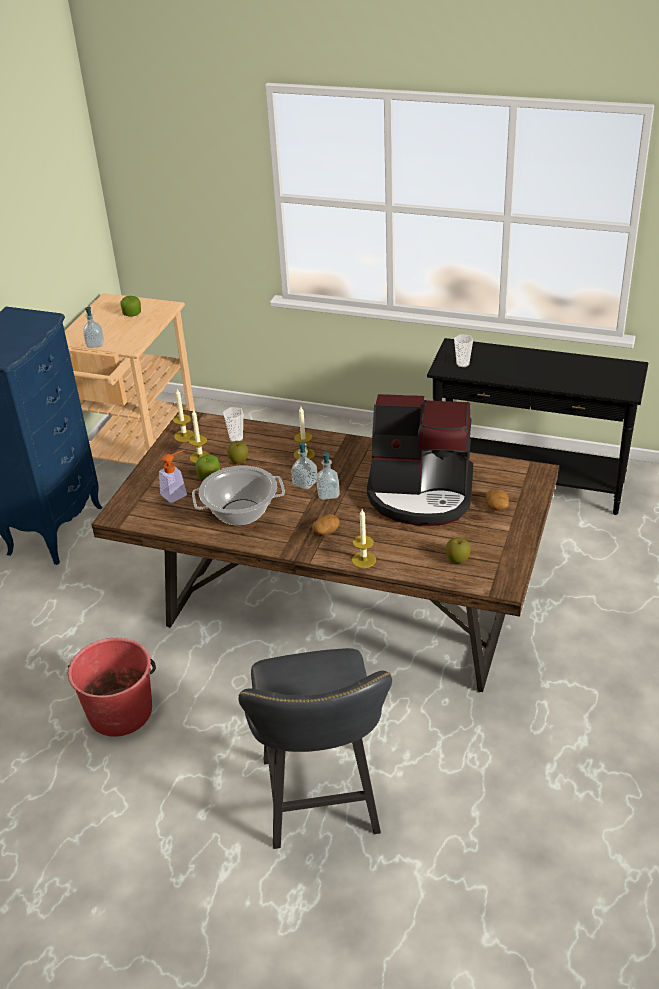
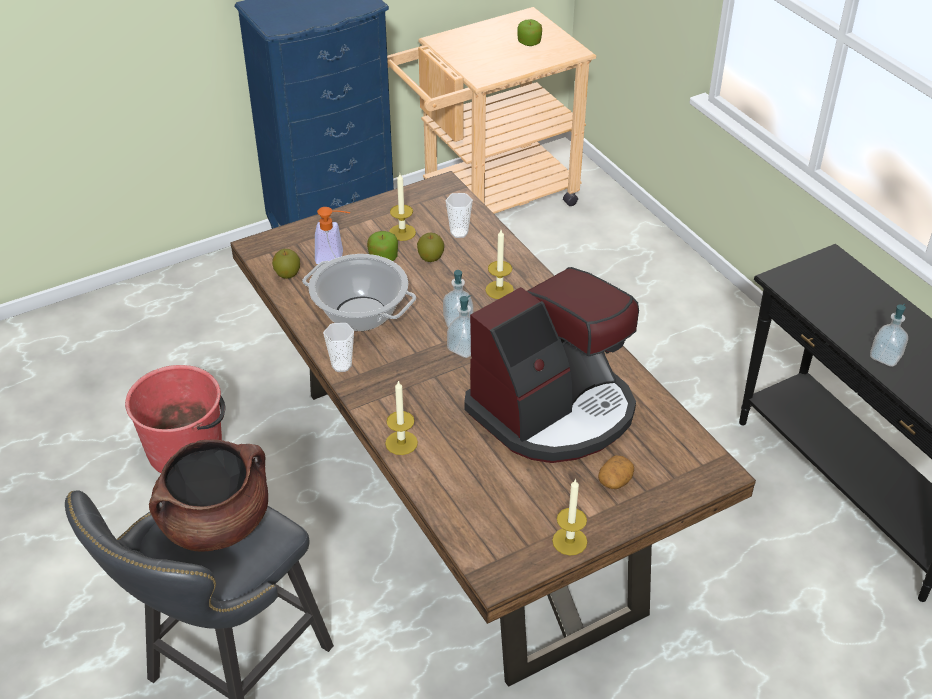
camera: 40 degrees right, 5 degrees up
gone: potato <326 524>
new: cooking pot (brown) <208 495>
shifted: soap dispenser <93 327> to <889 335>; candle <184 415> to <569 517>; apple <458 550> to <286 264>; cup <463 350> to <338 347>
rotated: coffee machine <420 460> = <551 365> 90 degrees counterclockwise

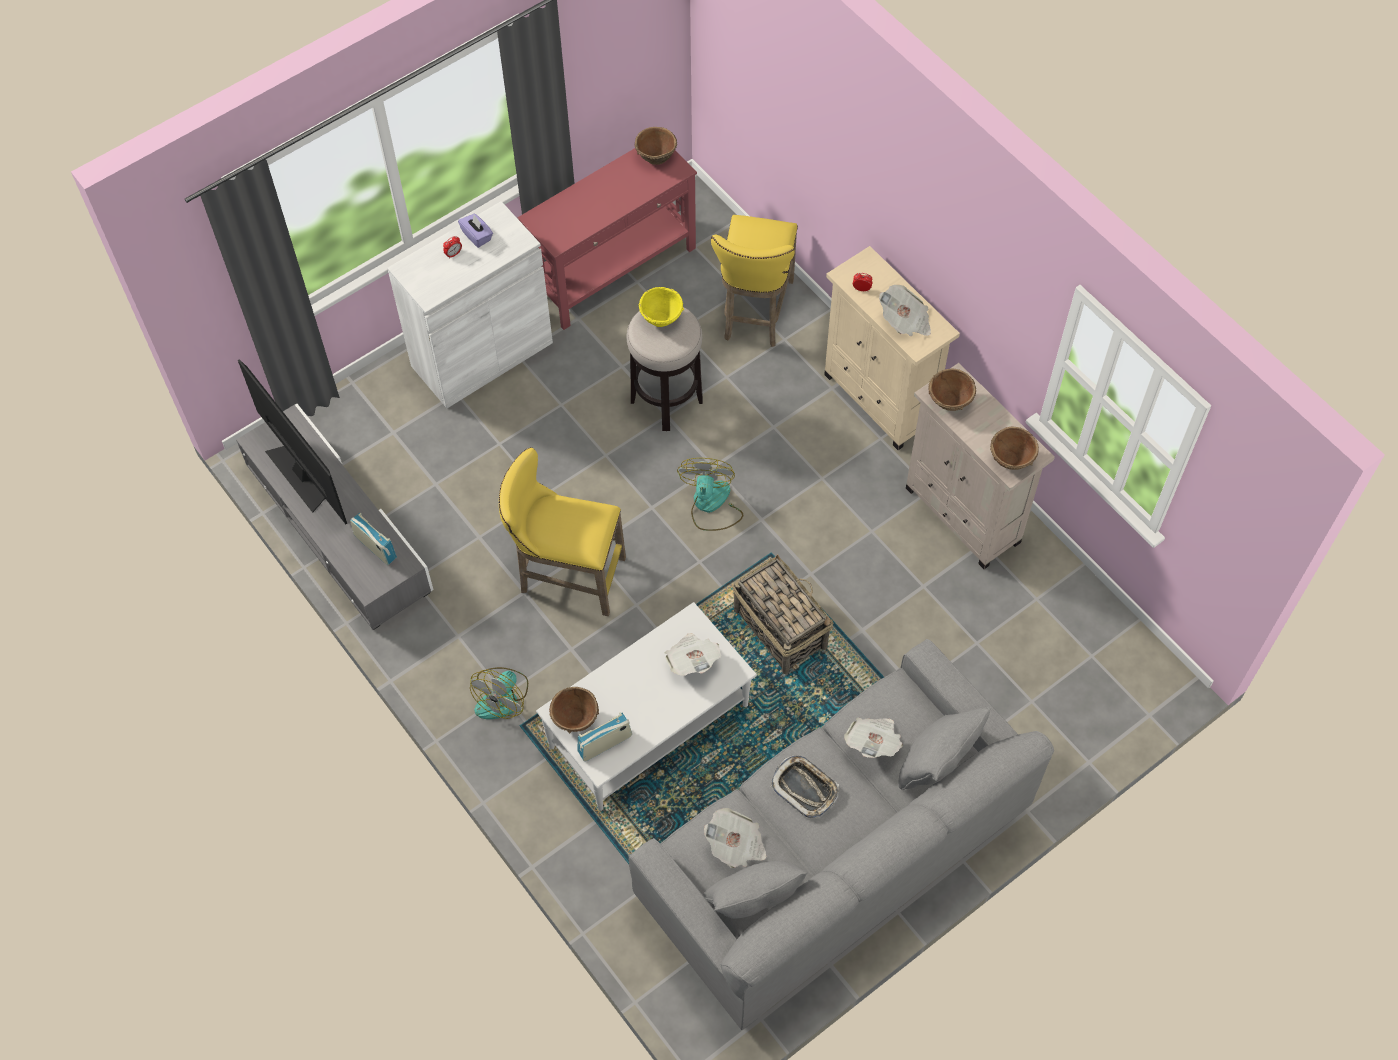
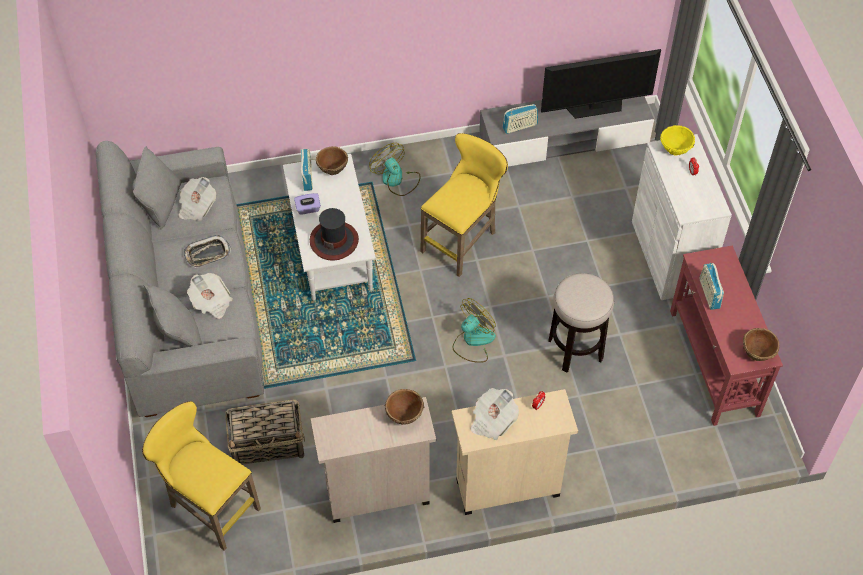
camera: 115 degrees right, 5 degrees down
gone: bowl (brown) <1014 448>
new: radio <712 286>
shifted: tissue box (purple) <475 231> to <307 204>; bowl (yellow) <661 307> to <677 140>; stool (yellow) <754 281> to <201 476>; basket <782 614> to <265 432>
swapped: newspaper <692 654> to hat <334 234>
rotated: fan <710 494> = <474 330> 75 degrees counterclockwise

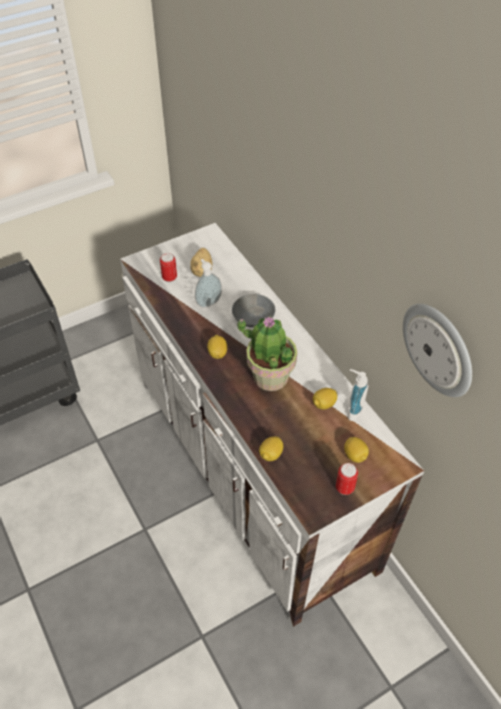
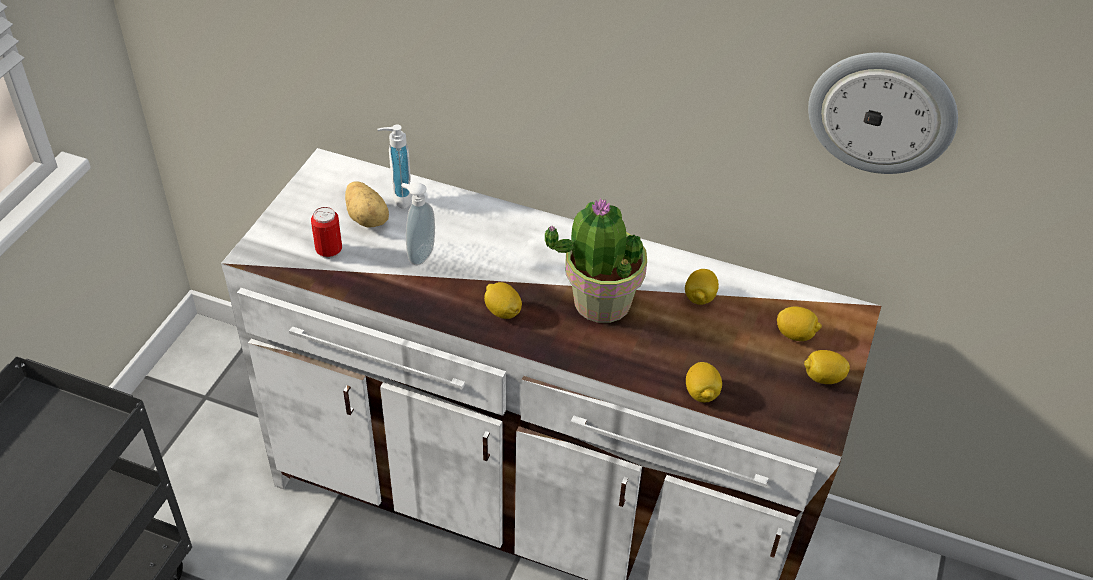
camera: 40 degrees left, 5 degrees down
gone: bowl (grey) <253 311>
shifted: soap dispenser <358 395> to <394 166>
swapped: can <347 479> to lemon <827 367>

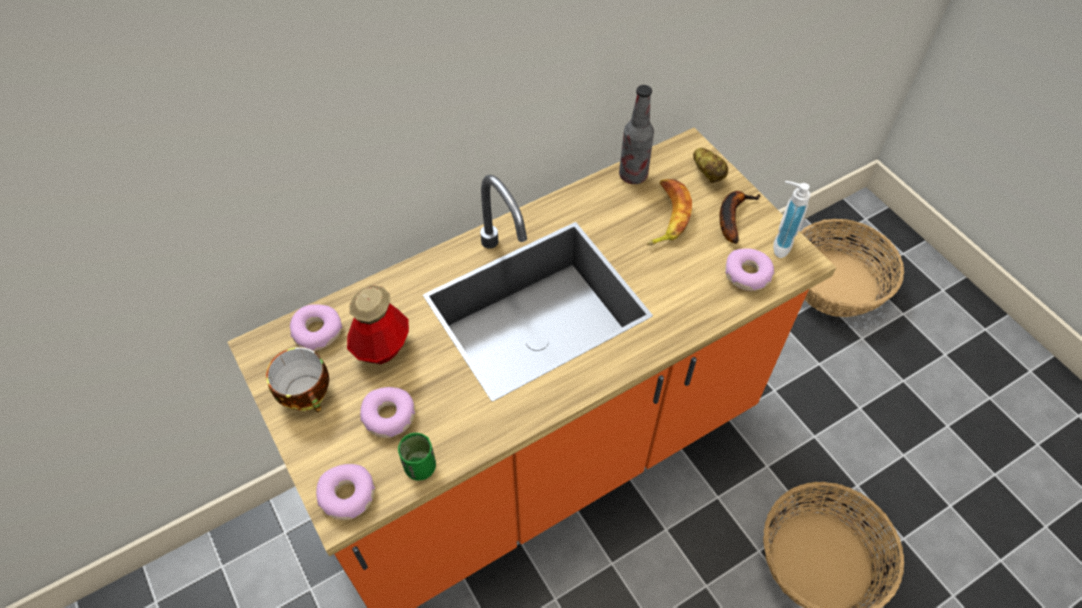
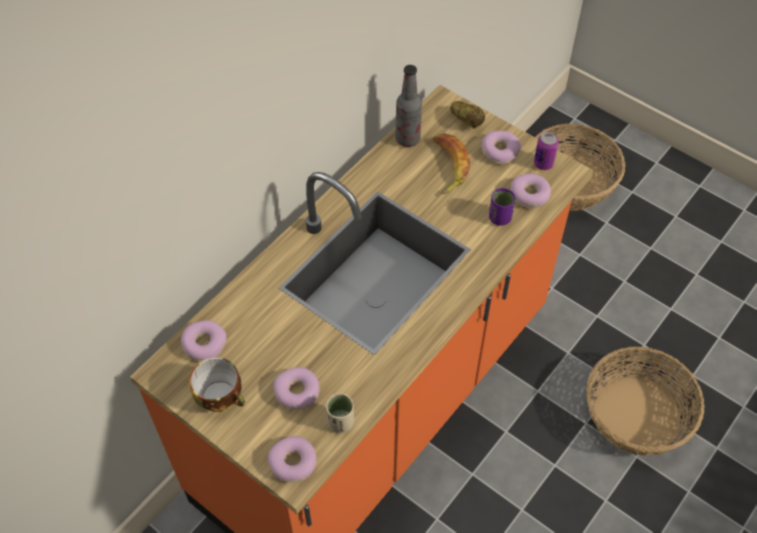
camera: 20 degrees left, 0 degrees up
gone: bottle <378 324>
new: cup (purple) <502 207>
swapped: banana <740 217> to donut <501 147>; soap dispenser <791 219> to can <546 151>
repainted: cup (green) <417 457> to cup (beige) <340 413>

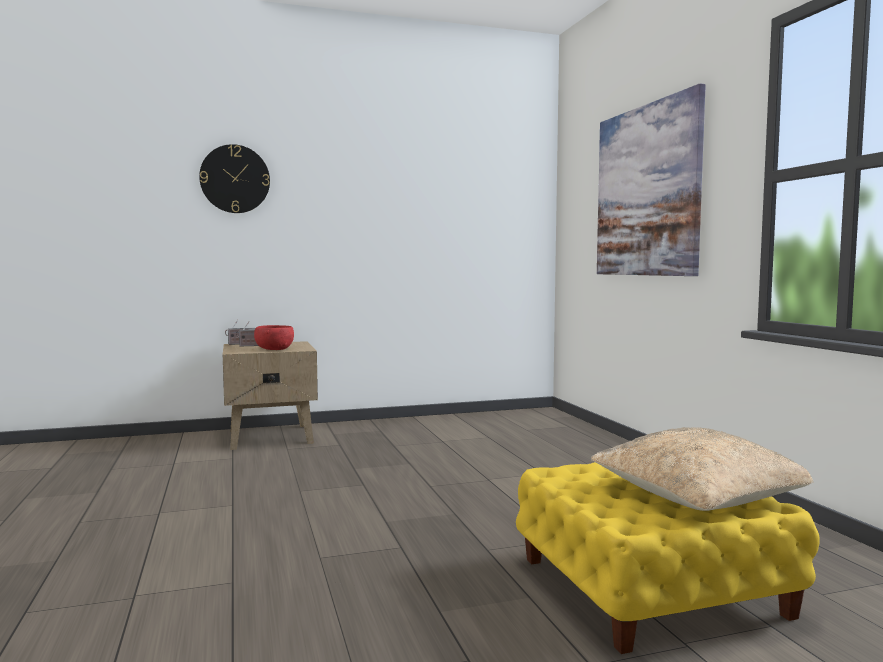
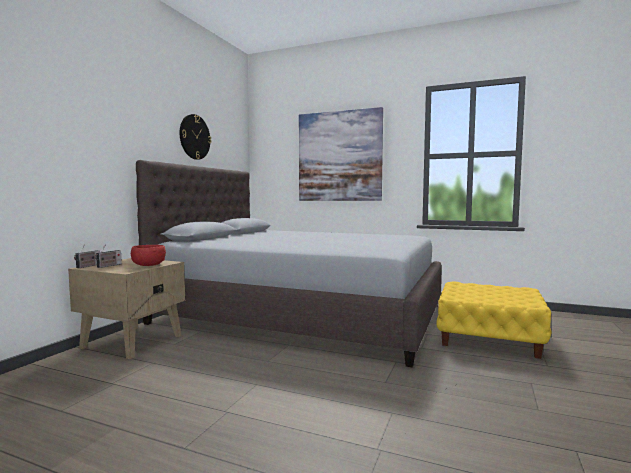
camera: 50 degrees left, 0 degrees up
gone: pillow (beige) <702 469>
new: bed (grey) <289 263>
shifted: wall clock <234 178> to <195 137>

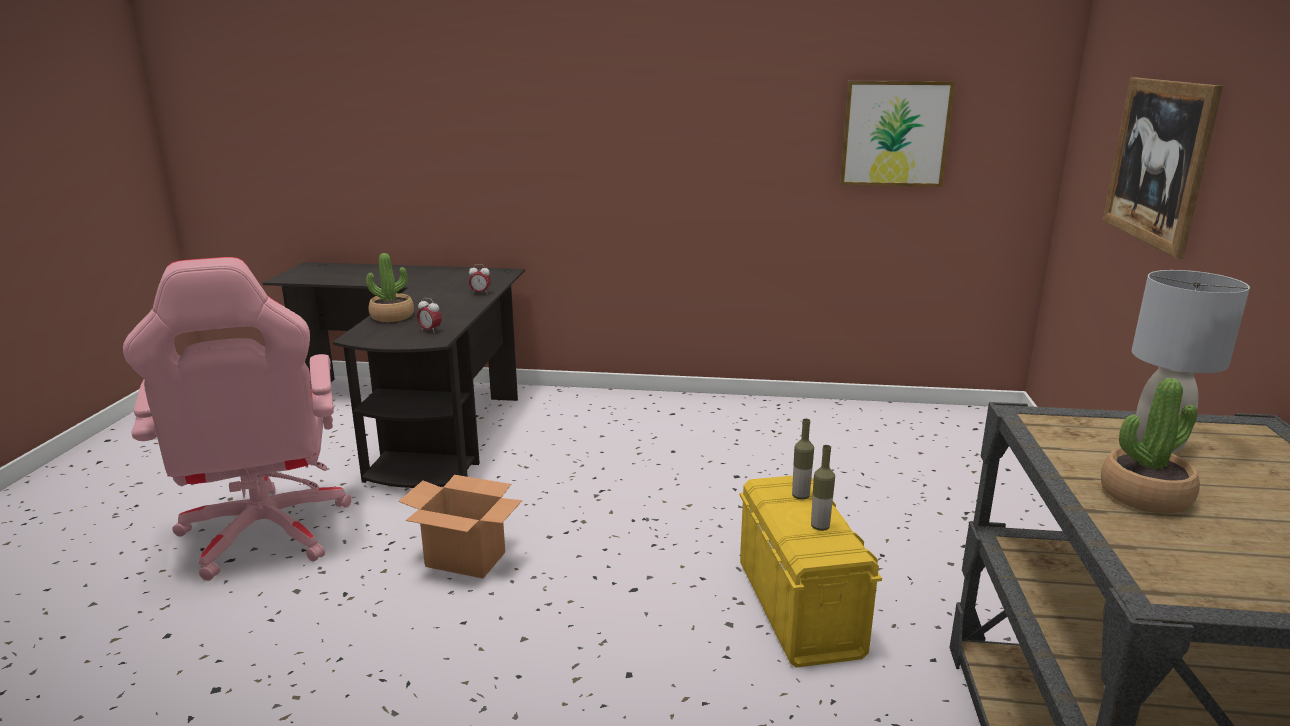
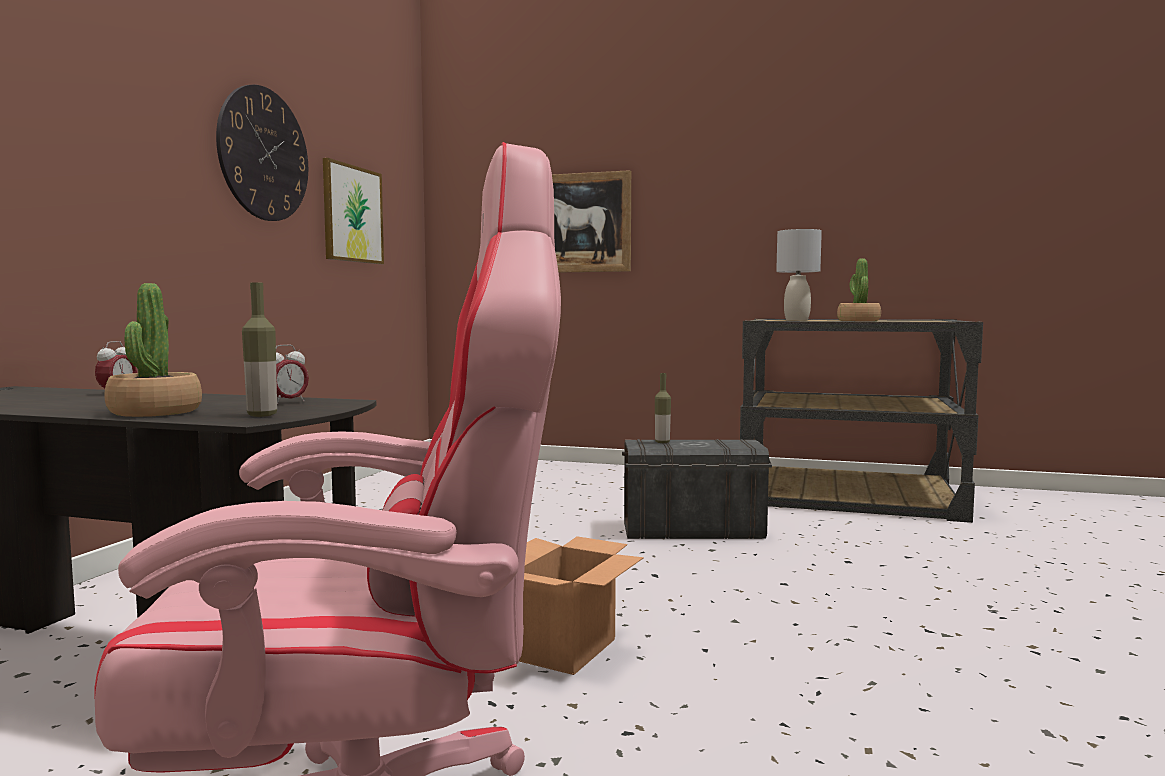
camera: 80 degrees left, 15 degrees down
new: wall clock <262 152>
shifted: bottle <823 488> to <259 349>
repainted: storage box (yellow) <810 572> to storage box (grey) <697 489>

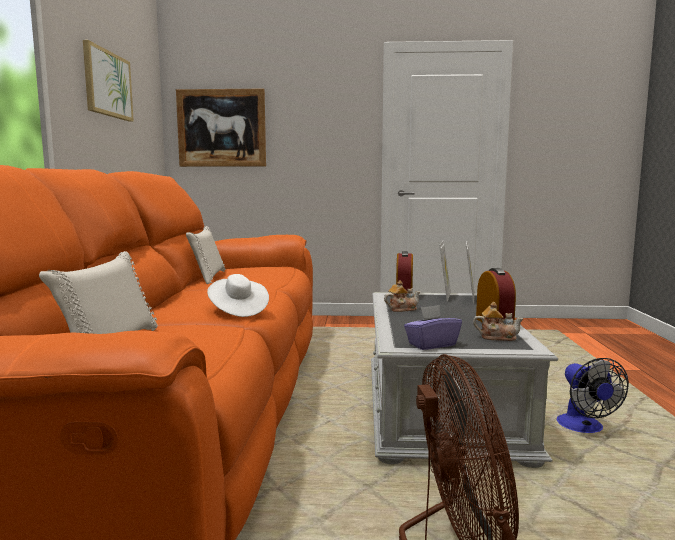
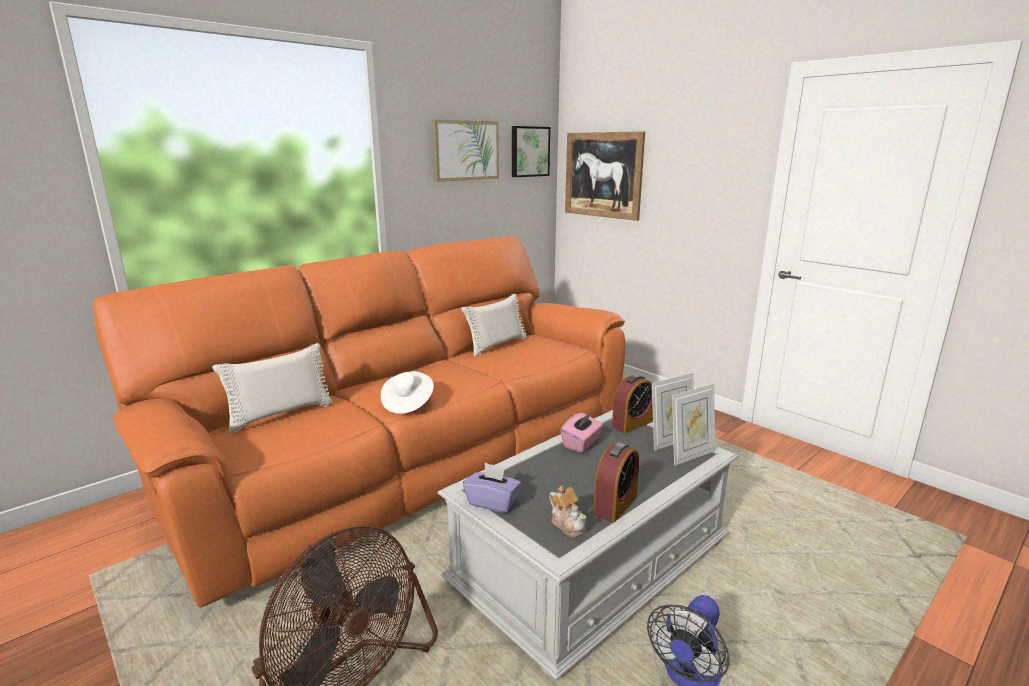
camera: 45 degrees right, 10 degrees up
new: picture <531 151>
swapped: teapot <402 296> to tissue box (pink) <581 432>

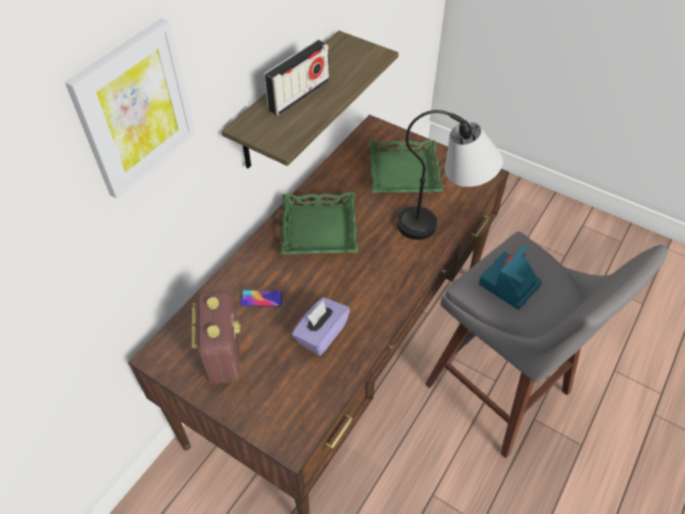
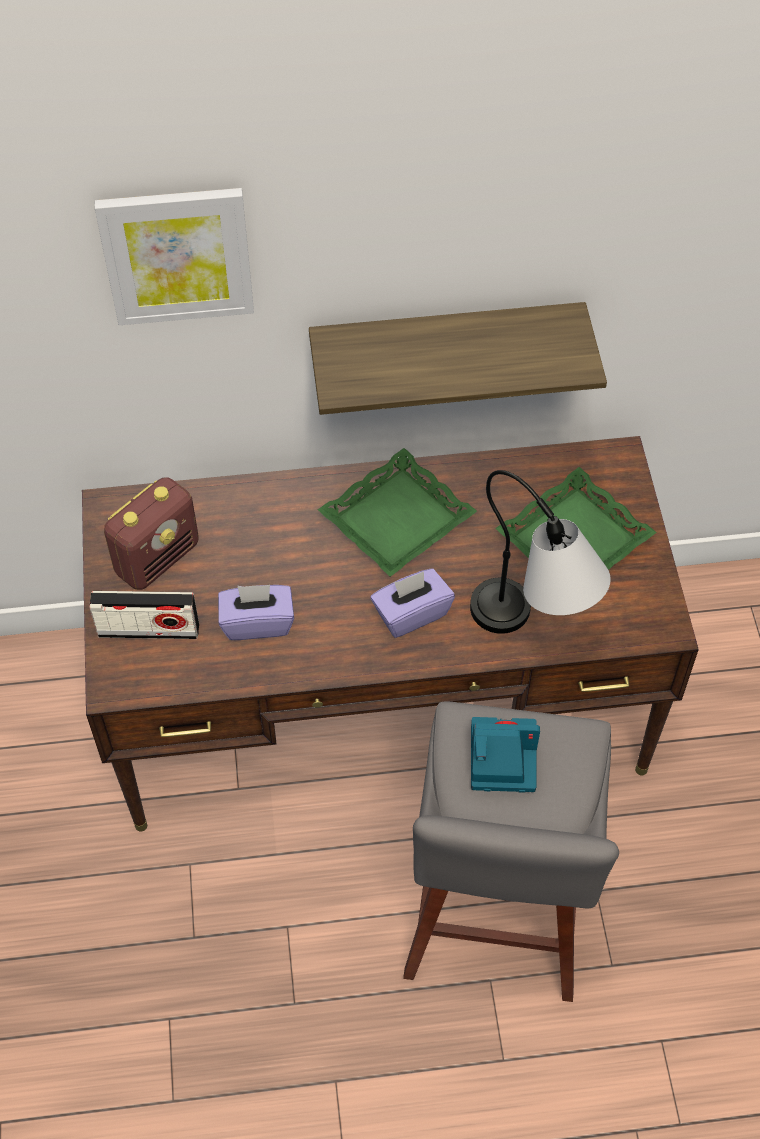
camera: 50 degrees right, 5 degrees up
gone: phone <261 298>
new: tissue box (purple) <412 603>
shifted: radio <296 78> to <144 615>

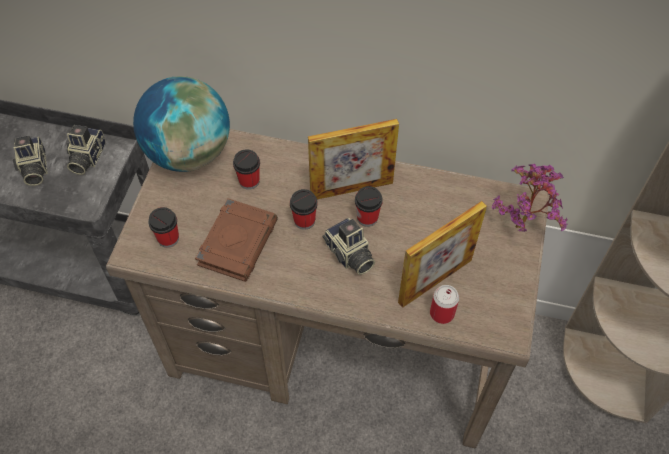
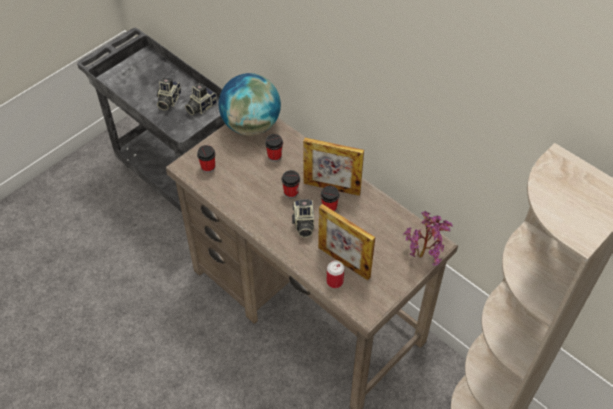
camera: 30 degrees right, 5 degrees down
gone: book (brown) <236 240>
rotated: picture frame <442 254> = <346 242> 45 degrees clockwise

